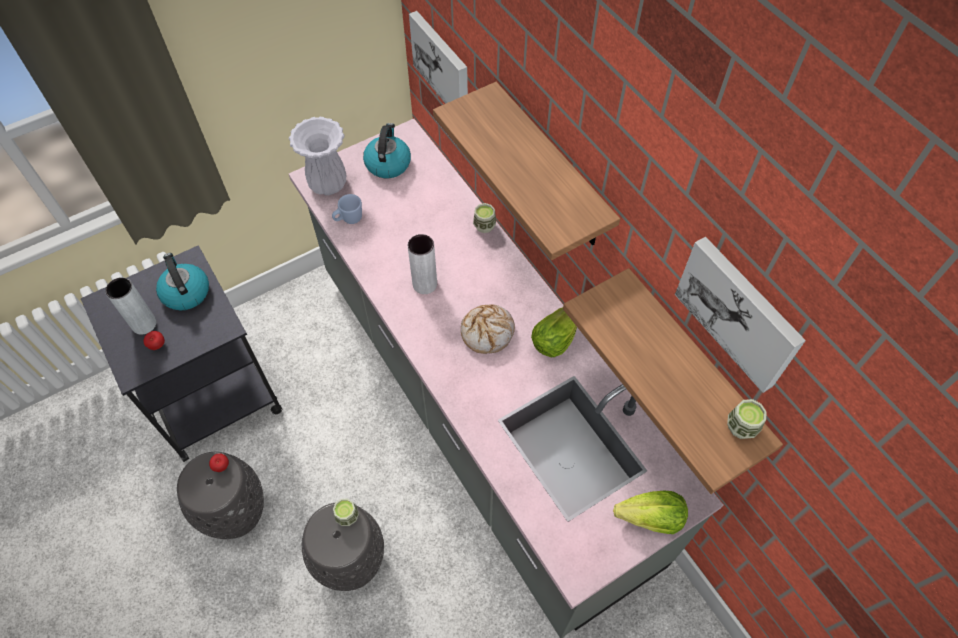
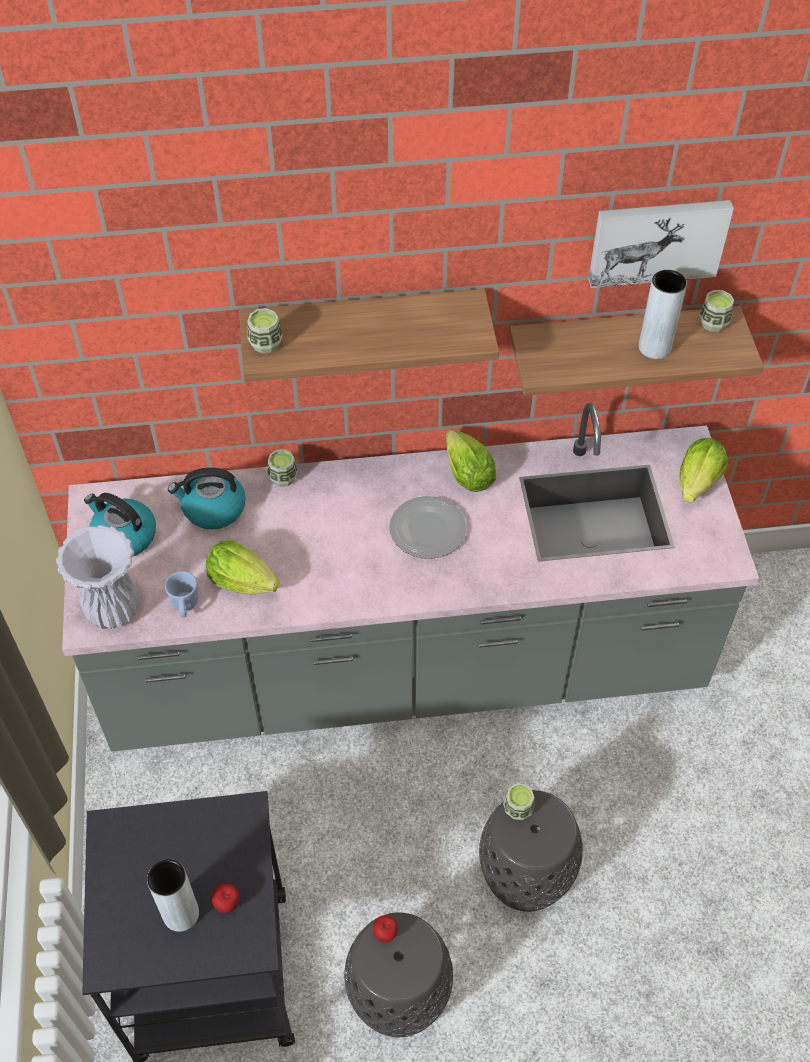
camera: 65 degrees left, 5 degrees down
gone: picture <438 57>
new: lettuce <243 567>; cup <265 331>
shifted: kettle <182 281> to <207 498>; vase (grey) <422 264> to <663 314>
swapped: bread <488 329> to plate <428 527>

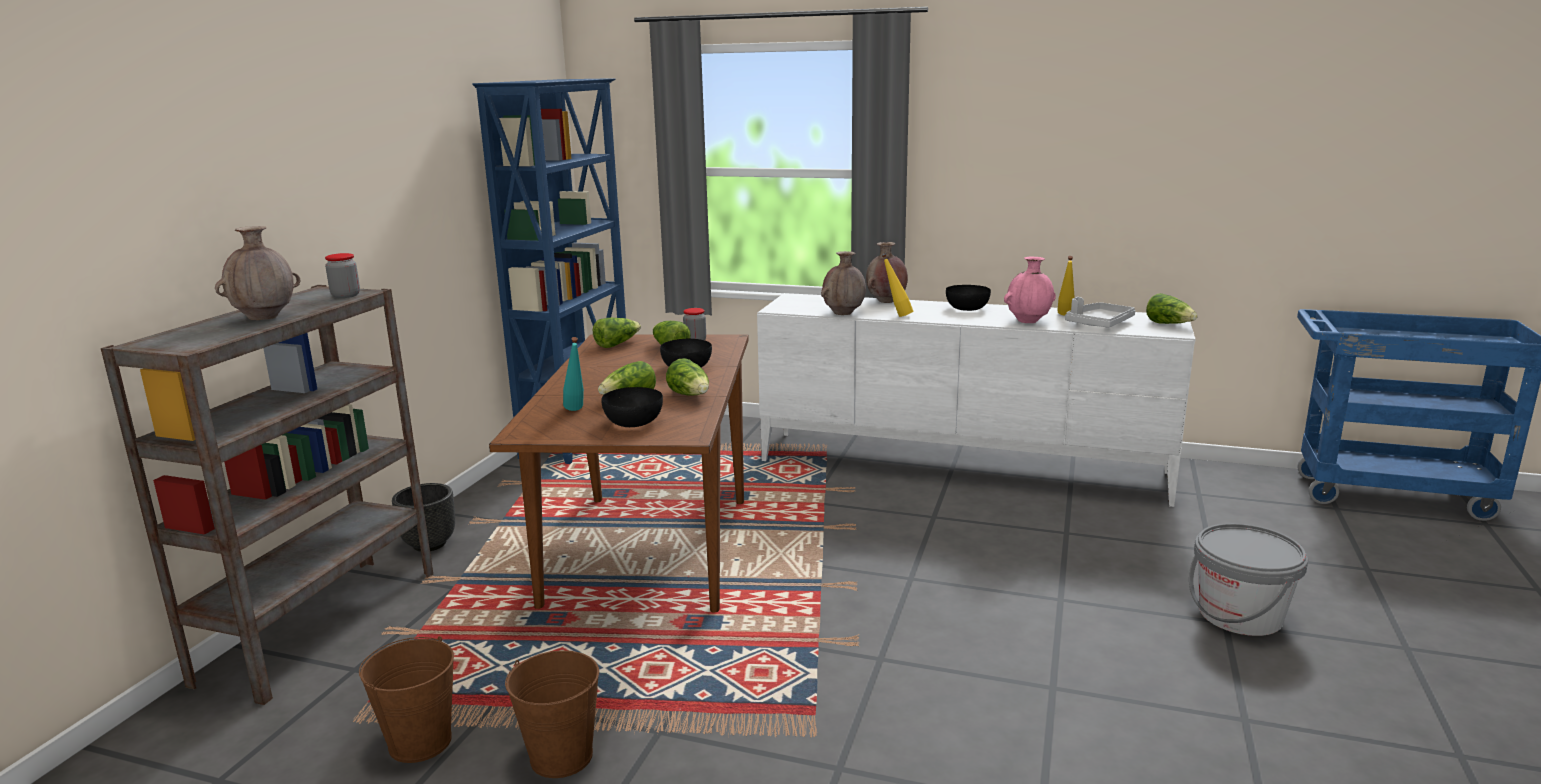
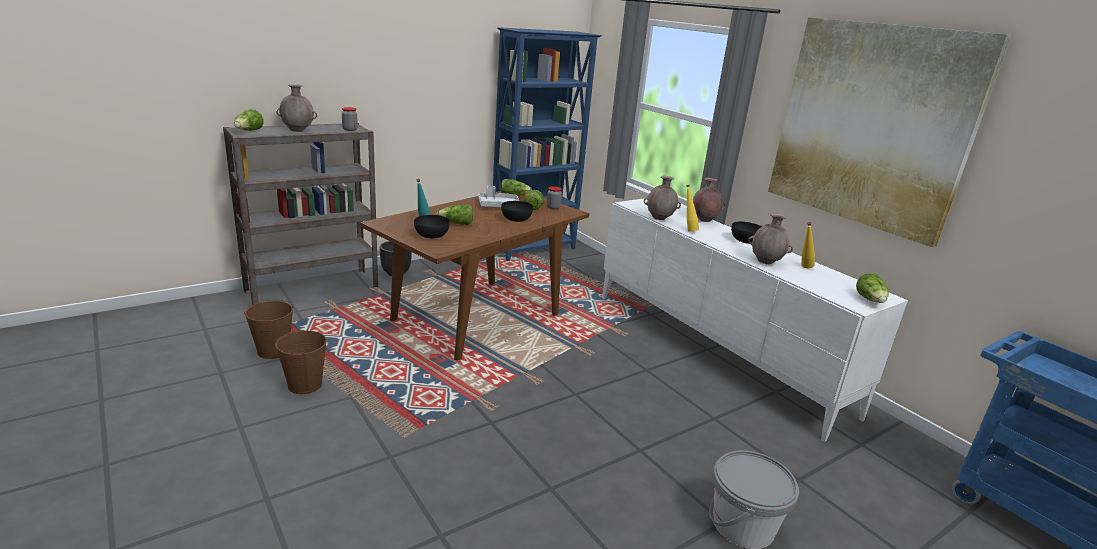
camera: 35 degrees right, 5 degrees up
new: picture <889 132>
shifted: lettuce <687 377> to <249 120>; tray (grey) <1100 312> to <498 196>
repainted: vase (pink) <1030 290> to vase (brown) <770 238>

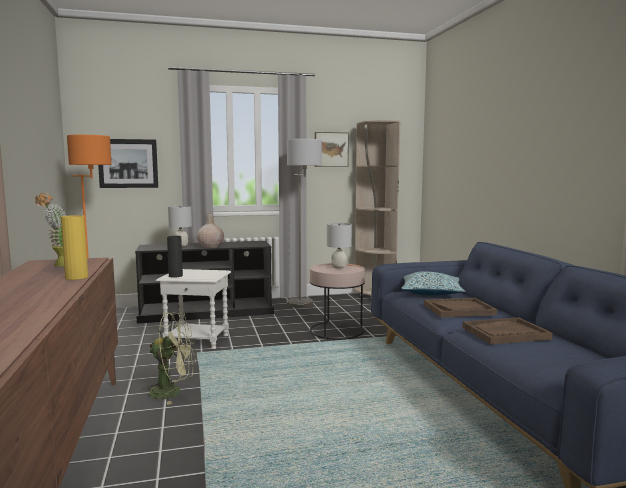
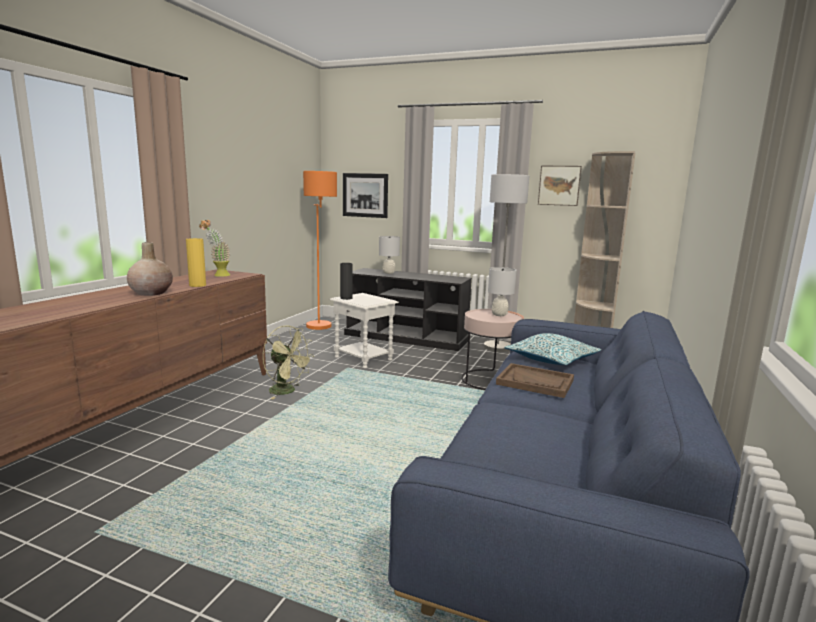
camera: 35 degrees right, 5 degrees up
gone: tray (brown) <507 331>
shifted: vase (beige) <210 230> to <150 269>

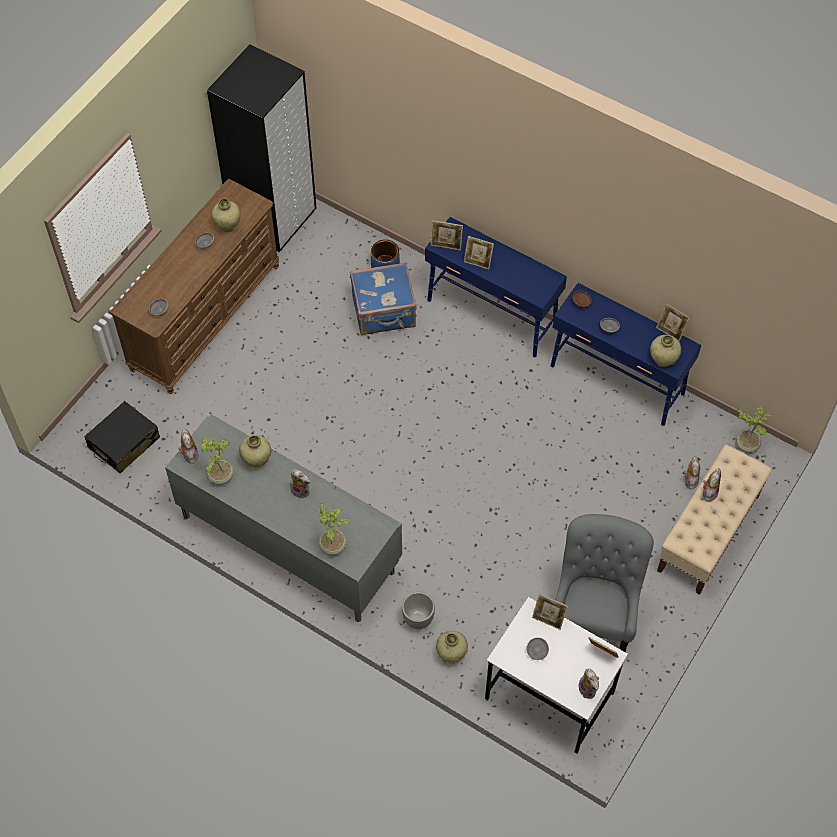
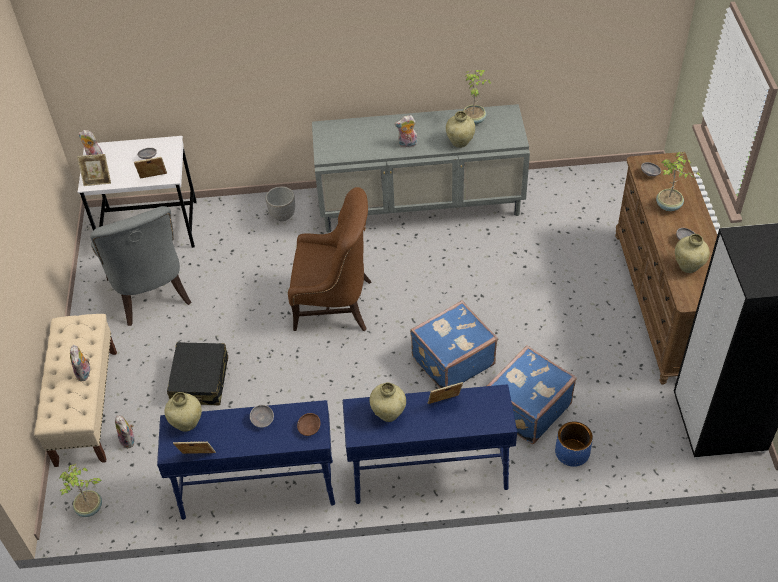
camera: 145 degrees right, 10 degrees down
gone: plush toy <189 446>; picture frame <447 235>
new: chair (brown) <330 259>; suitcase (blue) <454 344>
shifted: suitcase (black) <122 437> to <197 373>; potted plant <334 529> to <678 181>; vase (beige) <452 647> to <388 402>

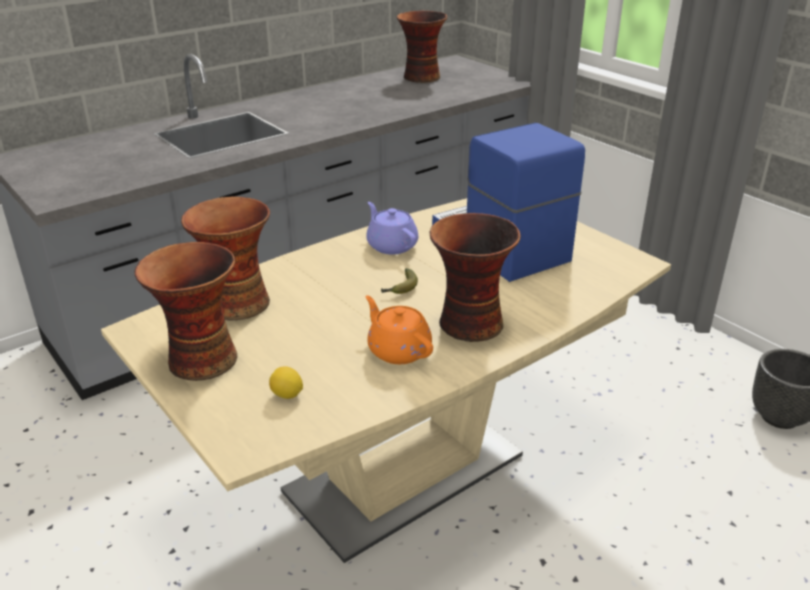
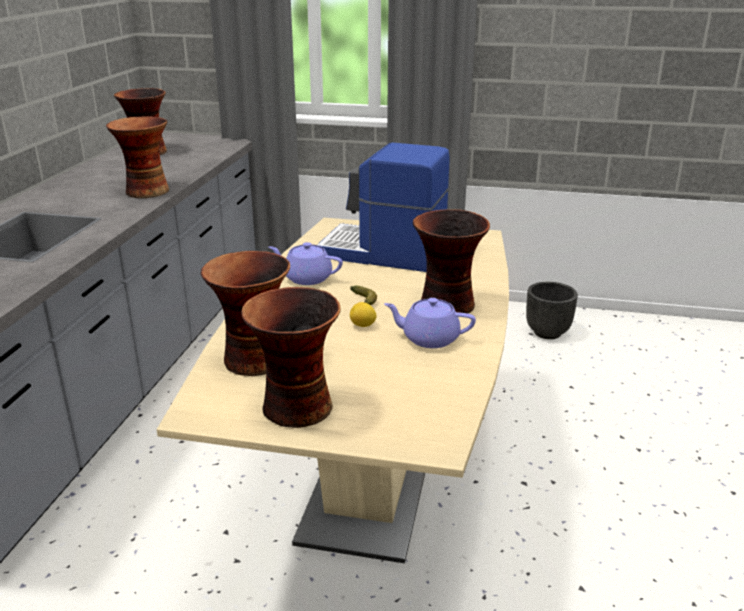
camera: 40 degrees left, 5 degrees down
new: vase <137 157>
shifted: lemon <286 382> to <363 314>
repainted: teapot (orange) <399 329> to teapot (purple) <430 323>

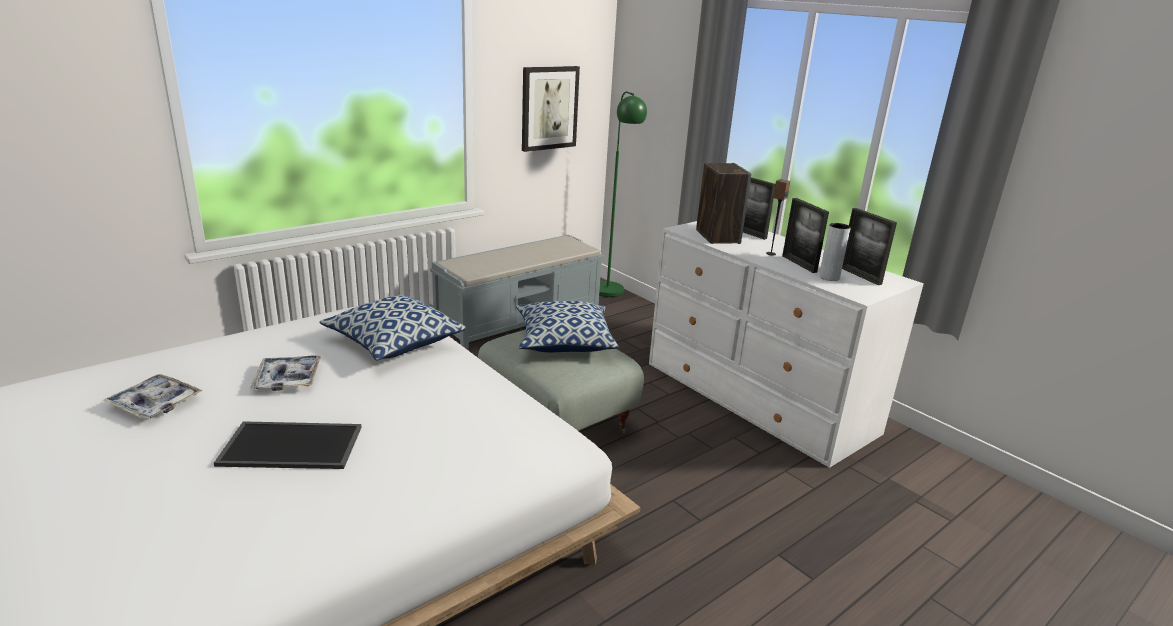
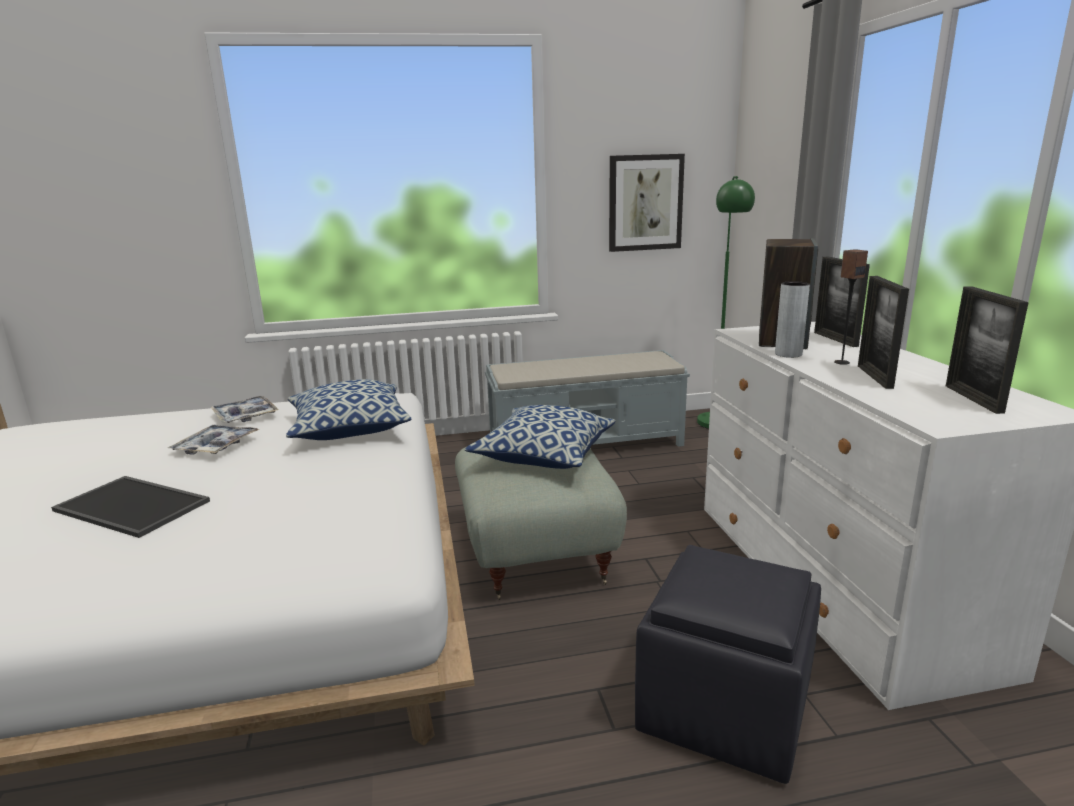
camera: 30 degrees right, 5 degrees down
new: ottoman (black) <728 664>
shifted: tray <153 396> to <245 409>; vase (grey) <835 252> to <792 319>

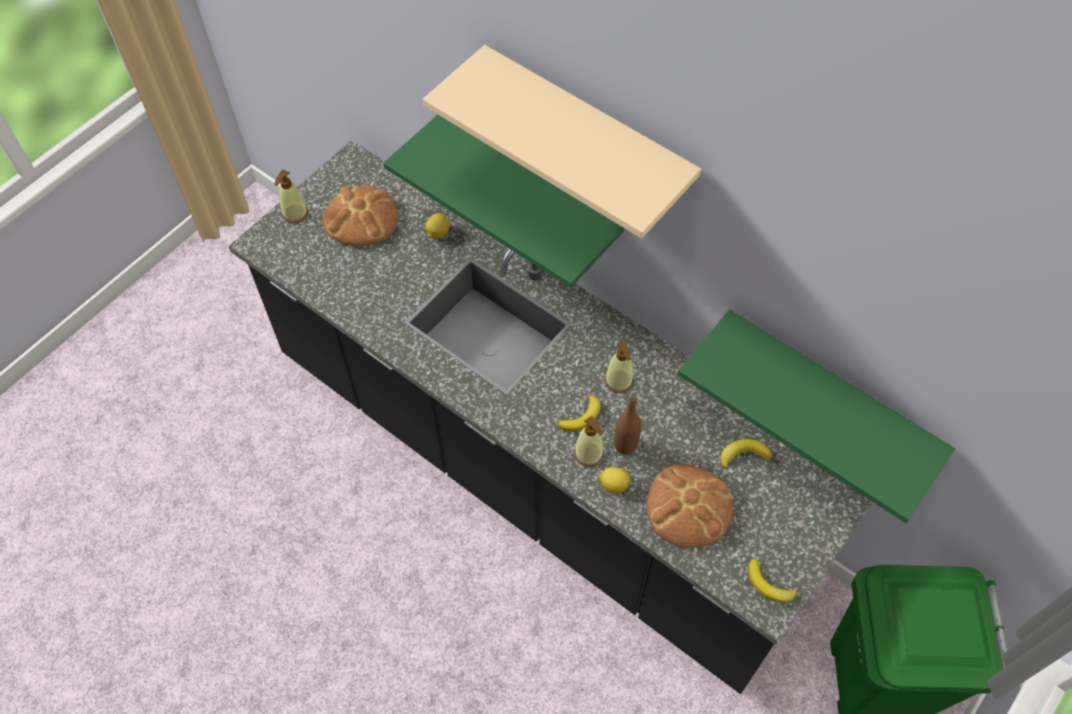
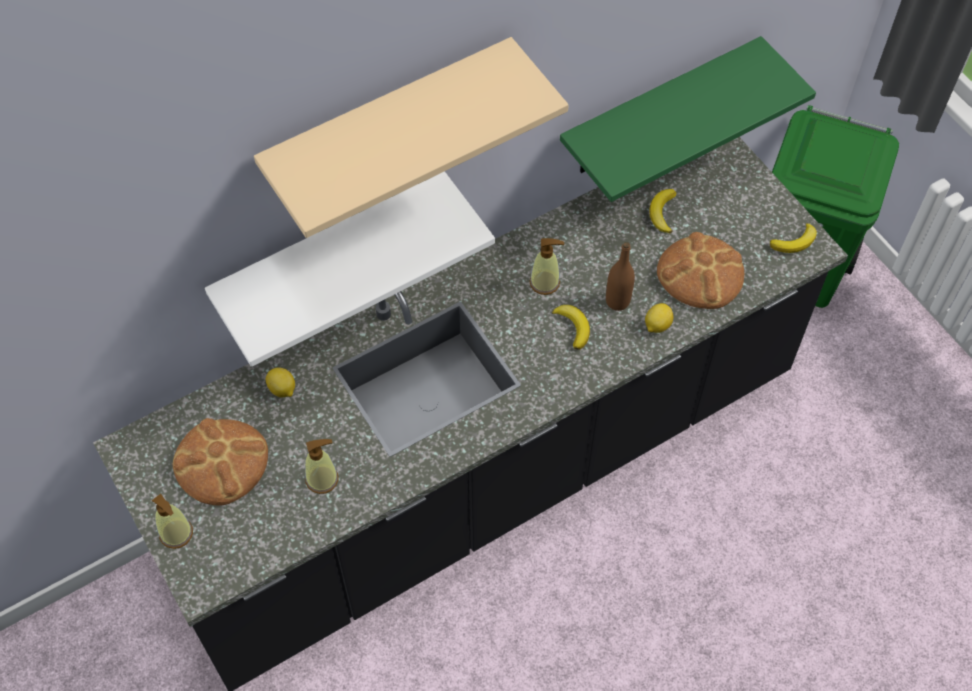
camera: 70 degrees left, 0 degrees up
shifted: soap dispenser <589 441> to <322 466>
repainted: shelf (green) <504 201> to shelf (white) <350 269>

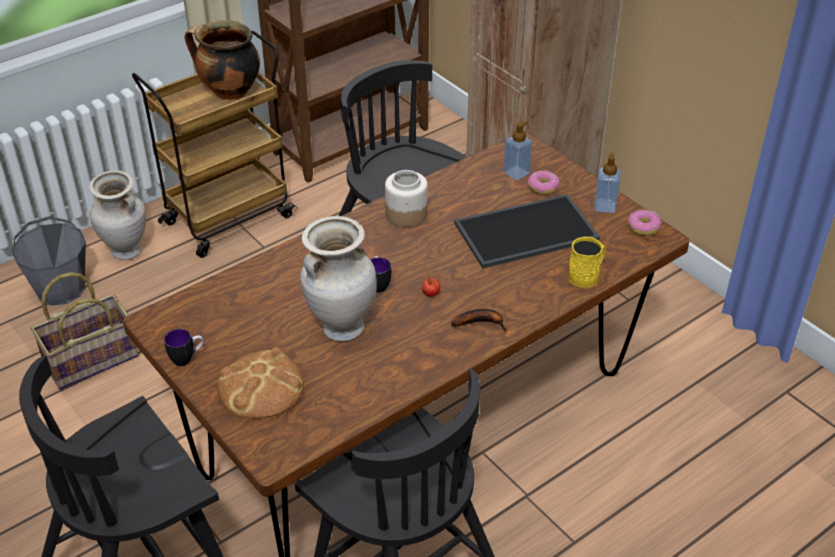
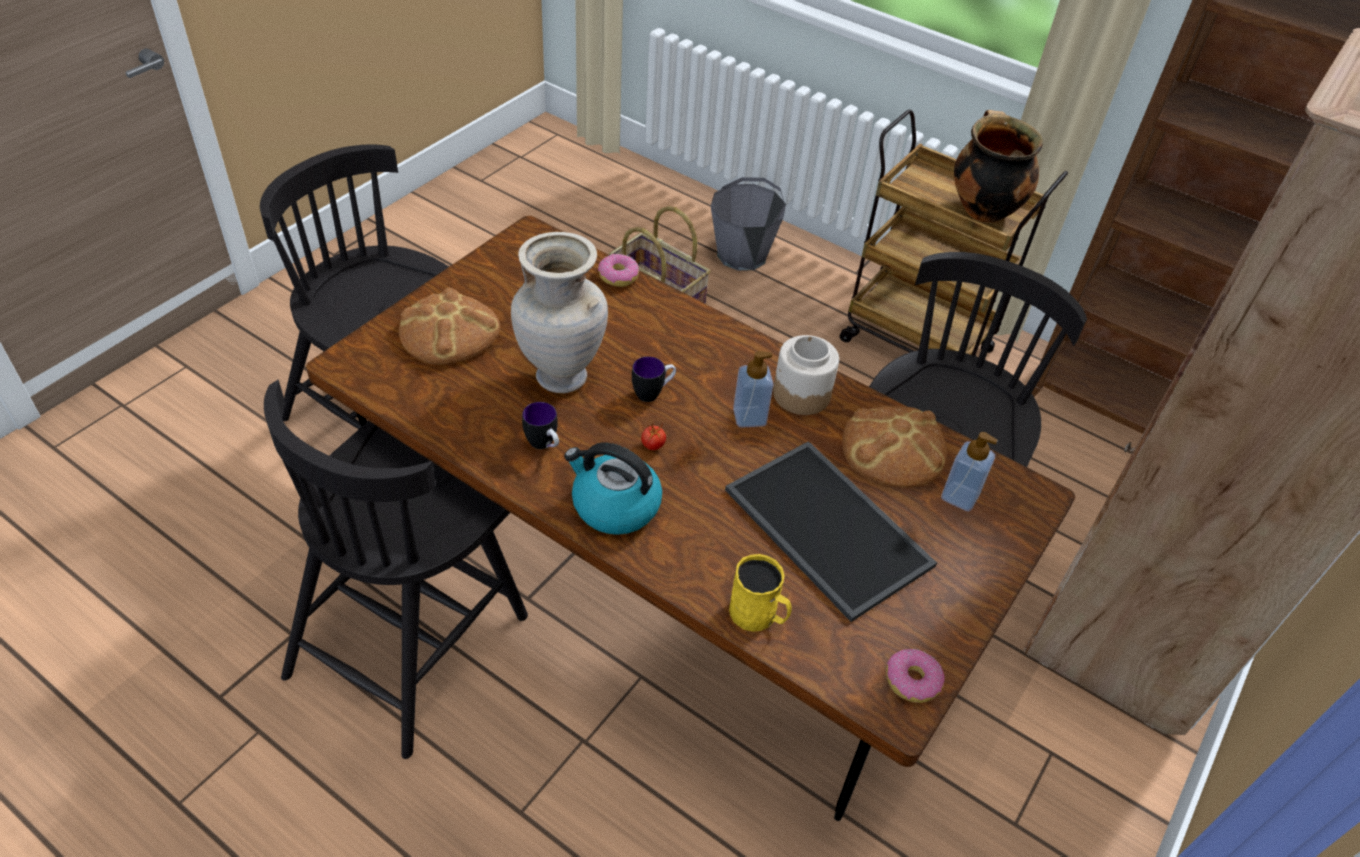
camera: 70 degrees right, 5 degrees up
gone: vase (beige) <117 215>
new: bread <895 447>
shifted: mug <183 347> to <540 425>; donut <544 183> to <618 270>; soap dispenser <607 183> to <753 389>
swapped: banana <479 320> to kettle <613 488>

